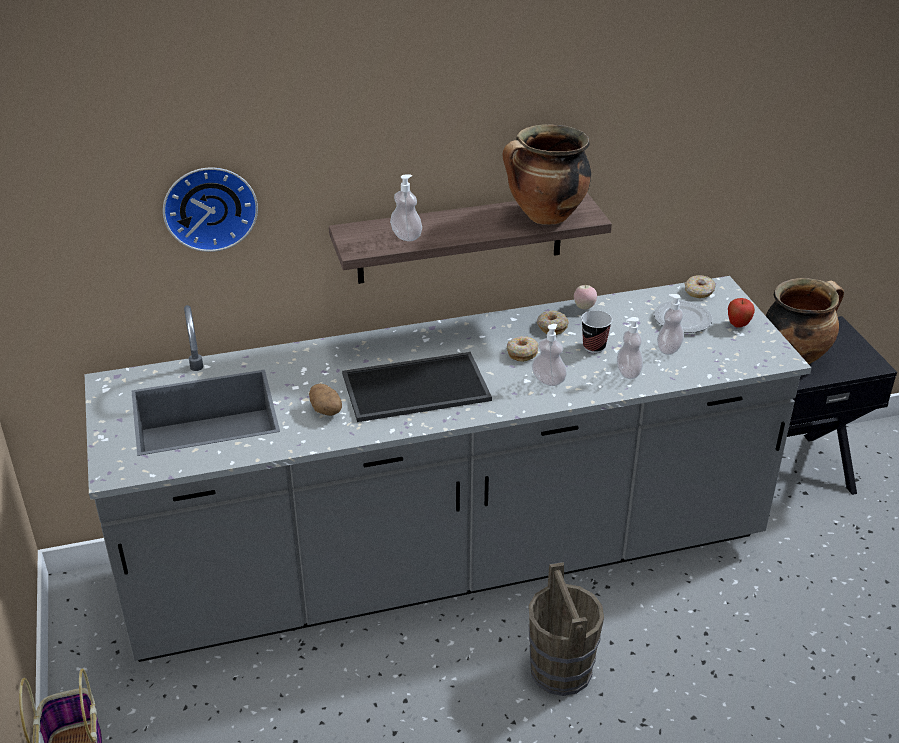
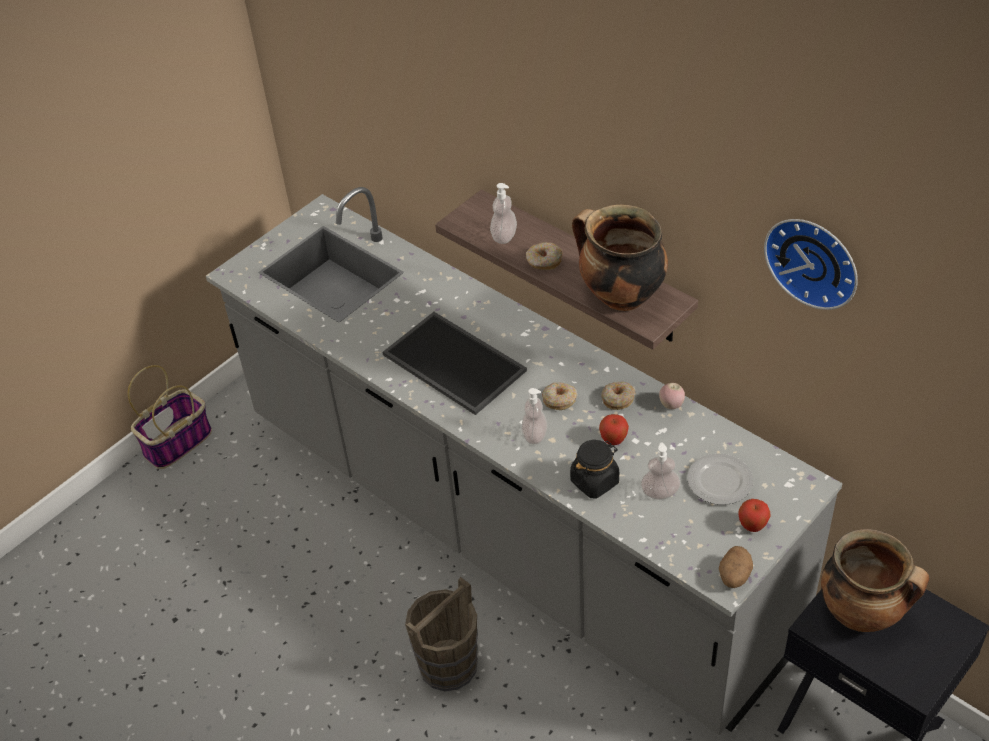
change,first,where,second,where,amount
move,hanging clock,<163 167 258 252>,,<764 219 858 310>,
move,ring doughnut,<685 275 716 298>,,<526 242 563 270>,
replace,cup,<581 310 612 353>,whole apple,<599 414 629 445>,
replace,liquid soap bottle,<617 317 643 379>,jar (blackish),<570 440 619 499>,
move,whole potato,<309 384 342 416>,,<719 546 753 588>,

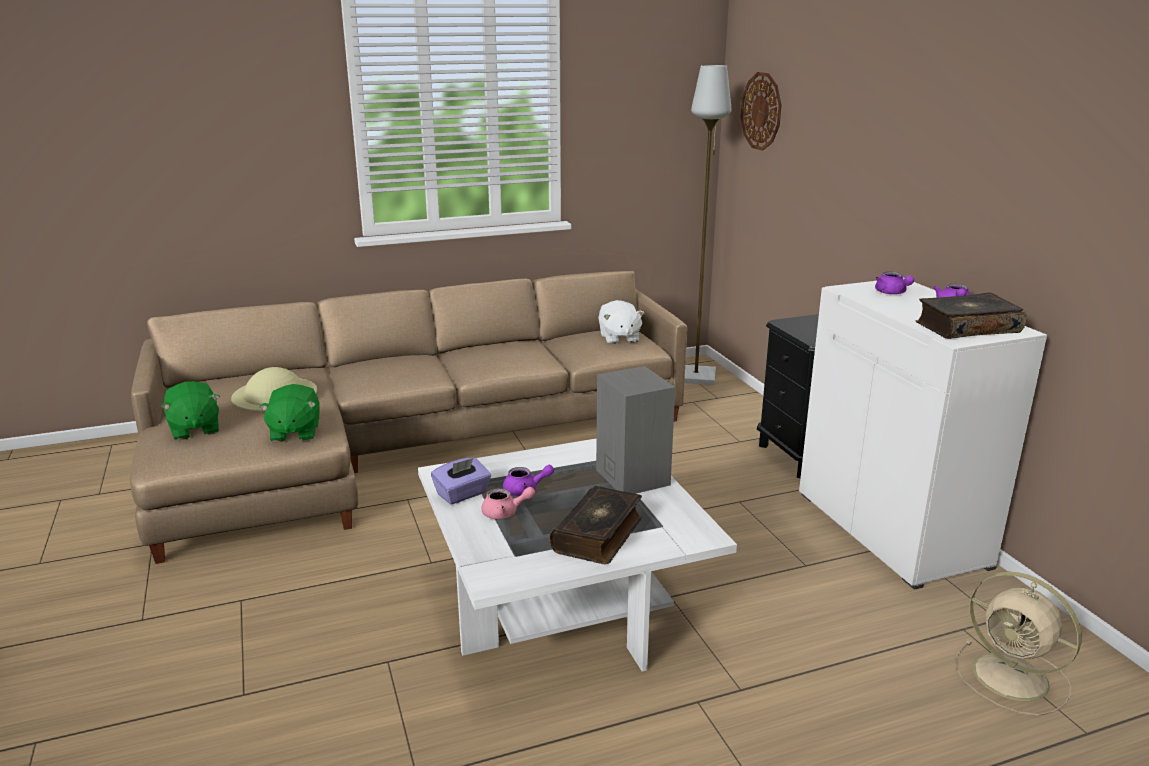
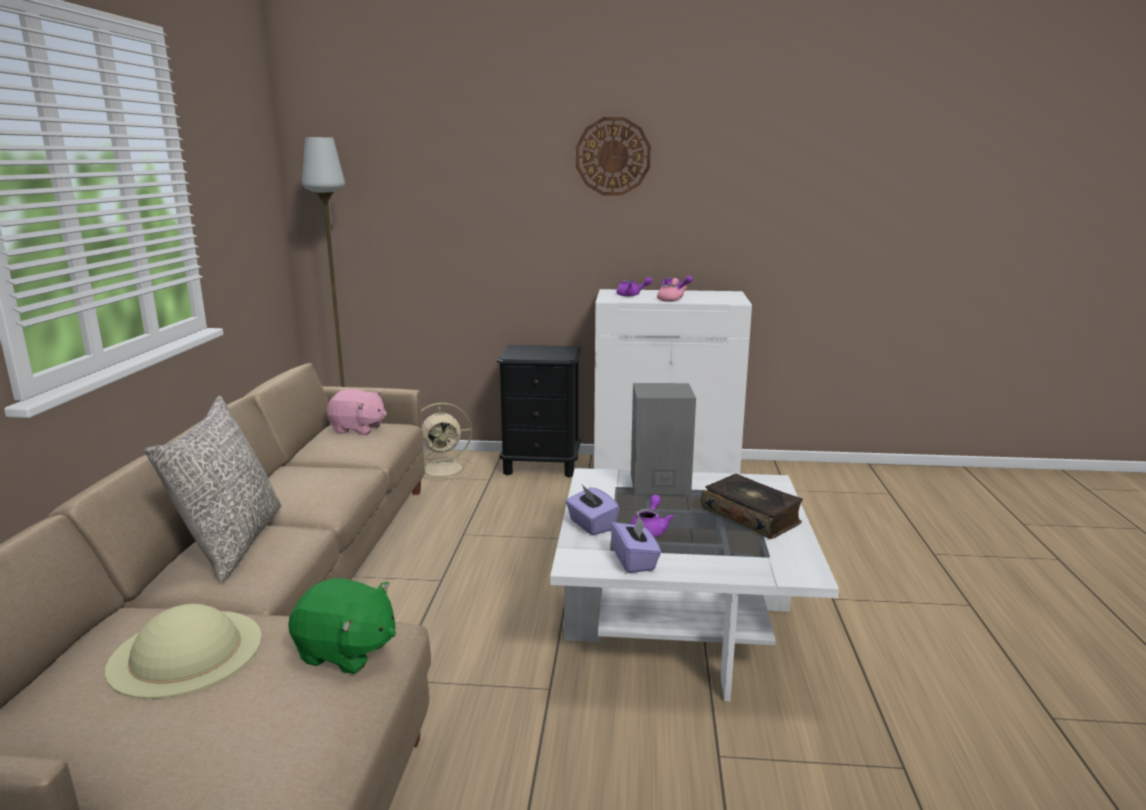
change,first,where,second,where,amount
move,hanging clock,<740 72 781 151>,,<576 117 651 195>,
delete,book,<916 292 1027 339>,,,
recolor,cuddly toy (whitish),<598 300 644 344>,cuddly toy (pink),<327 389 387 435>,
delete,cuddly toy (greenish),<161 381 220 440>,,,
move,pot for tea (pink),<481 487 535 519>,,<657 278 687 301>,
move,electric fan (beige-coloured),<955 572 1081 716>,,<421 403 474 481>,
insert,,,pillow (gray),<144 396 281 582>,
insert,,,tissue box (purple-coloured),<565 485 620 535>,

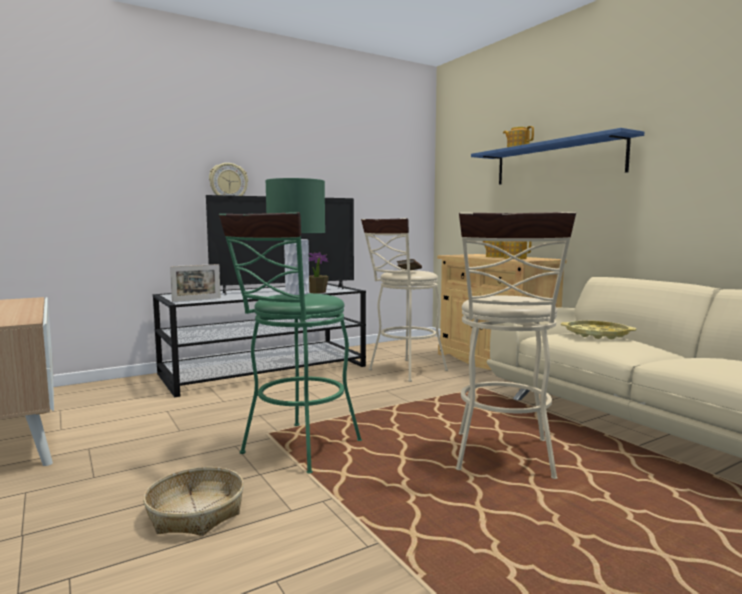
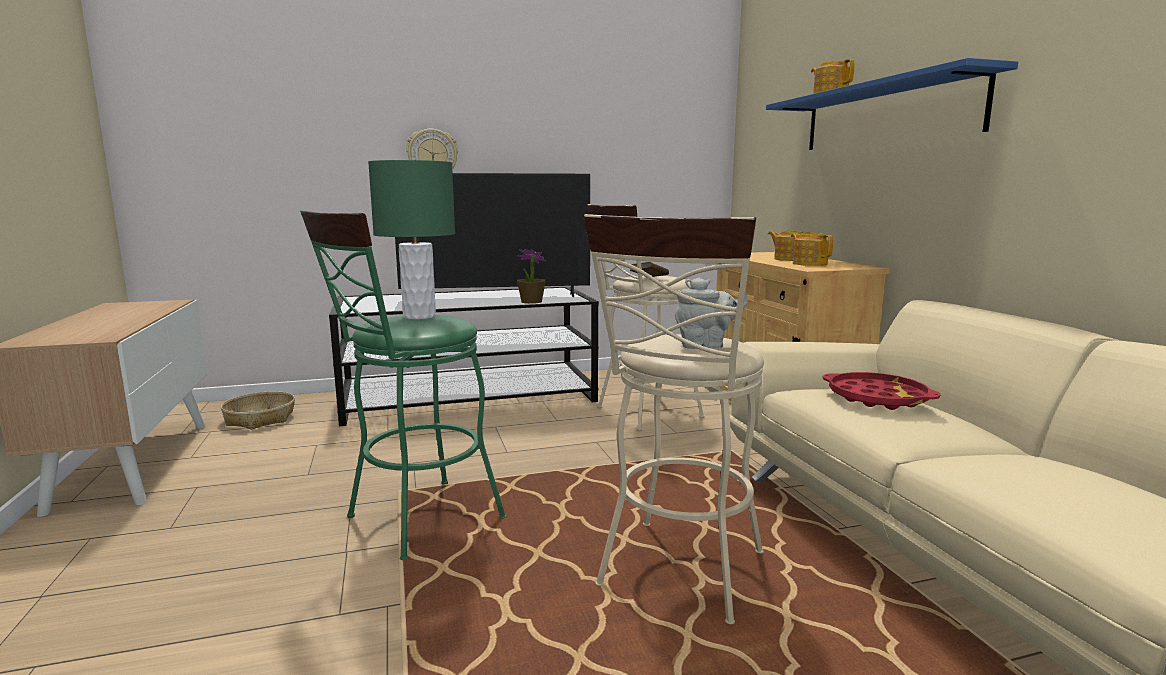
change,first,where,second,where,amount
delete,standing frame,<170 264 221 302>,,,
recolor,carrying tray (yellow-coloured),<561 321 636 339>,carrying tray (reddish),<822 372 941 410>,
move,basket,<143 467 244 536>,,<221 391 295 430>,
insert,,,pot for tea (gray),<675 277 748 349>,

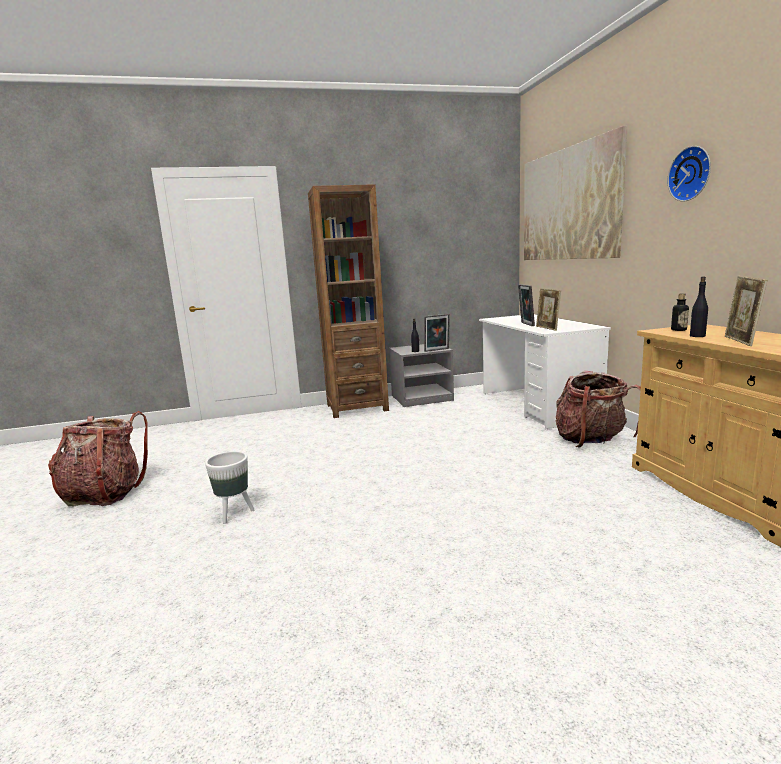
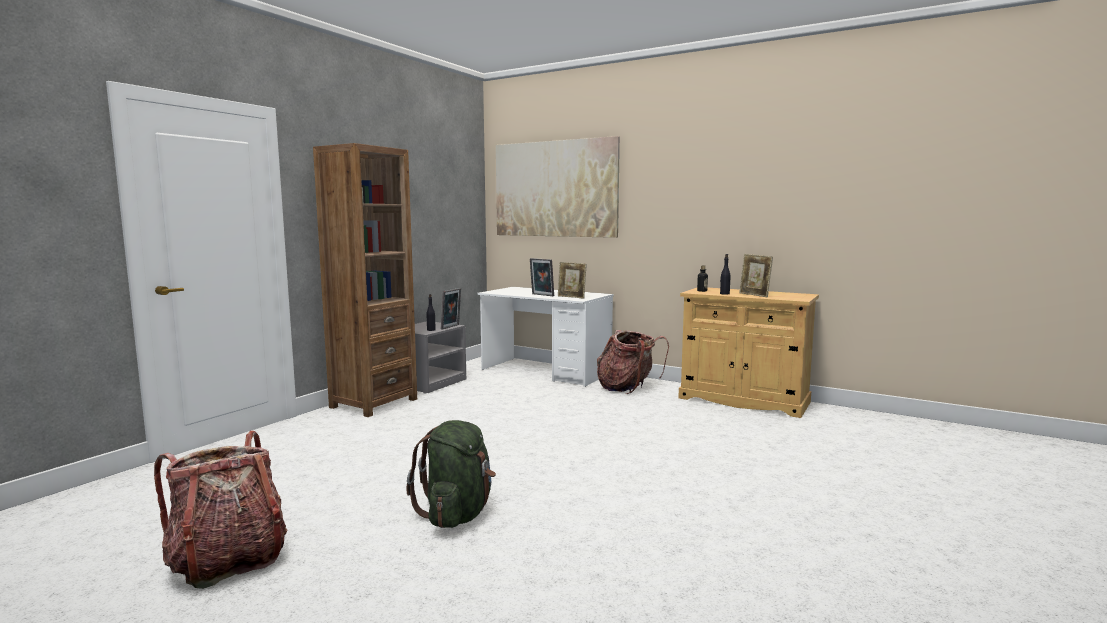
change,first,where,second,where,amount
delete,hanging clock,<668 146 711 202>,,,
replace,plant pot (whitish),<205 451 254 524>,knapsack (greenish),<406 420 496 528>,

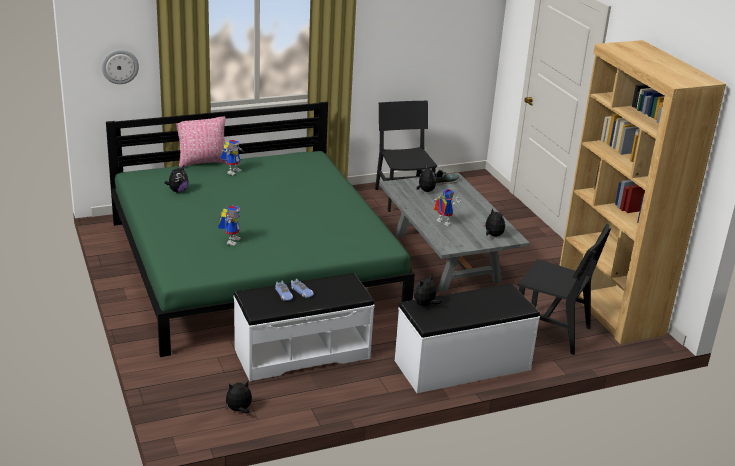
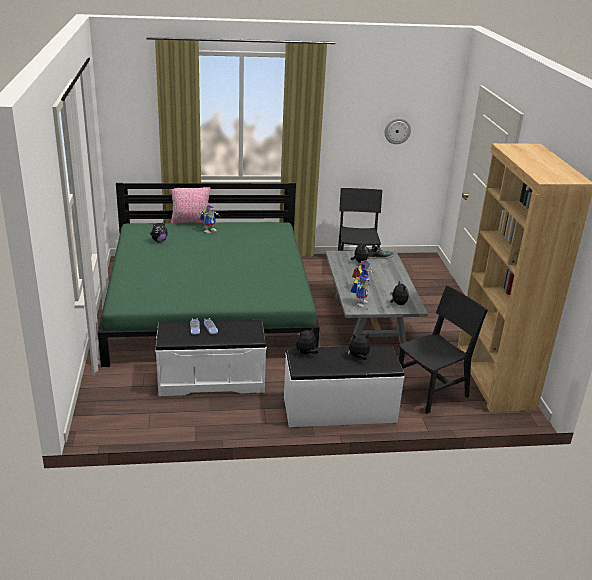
change,first,where,second,where,amount
move,hanging clock,<102 50 139 84>,,<385 118 411 144>,
move,model robot,<218 206 241 246>,,<351 275 370 307>,
rotate,chair (blackish),<517 224 611 355>,,<399 286 488 414>,75 degrees counterclockwise
move,cuddly toy,<225 381 252 413>,,<348 333 370 360>,

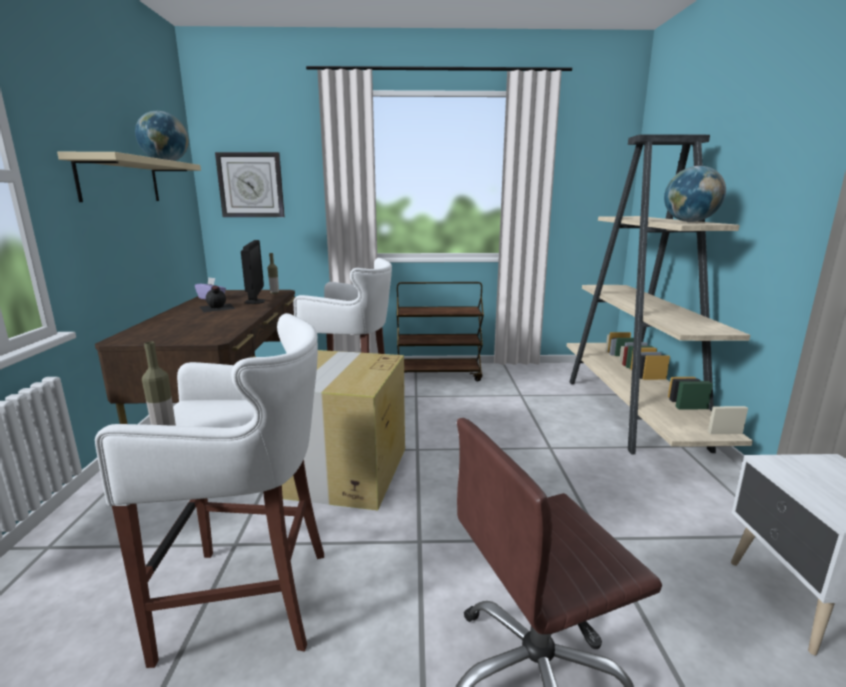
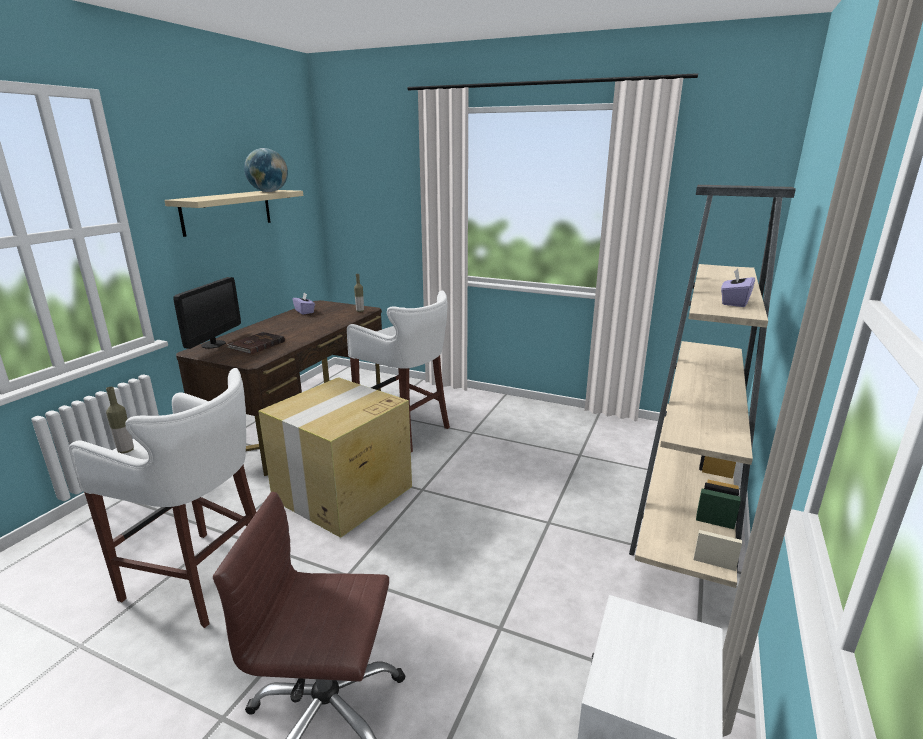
change,first,where,second,where,amount
delete,hanging clock,<215 152 285 217>,,,
replace,world globe,<664 166 726 222>,tissue box (purple-coloured),<721 268 755 307>,
move,monitor,<241 240 265 304>,,<173 277 241 349>,
delete,trolley (brown-coloured),<397 282 484 381>,,,
delete,drink bottle (blackish),<200 286 235 312>,,,
insert,,,book (brown-coloured),<227 332 285 354>,

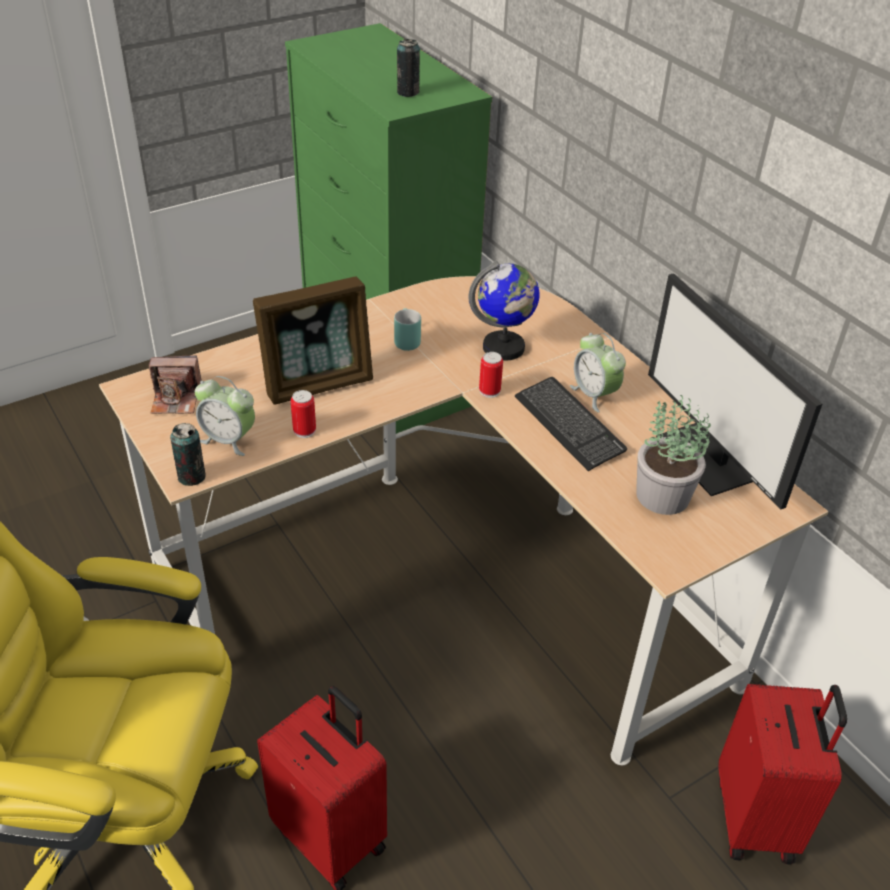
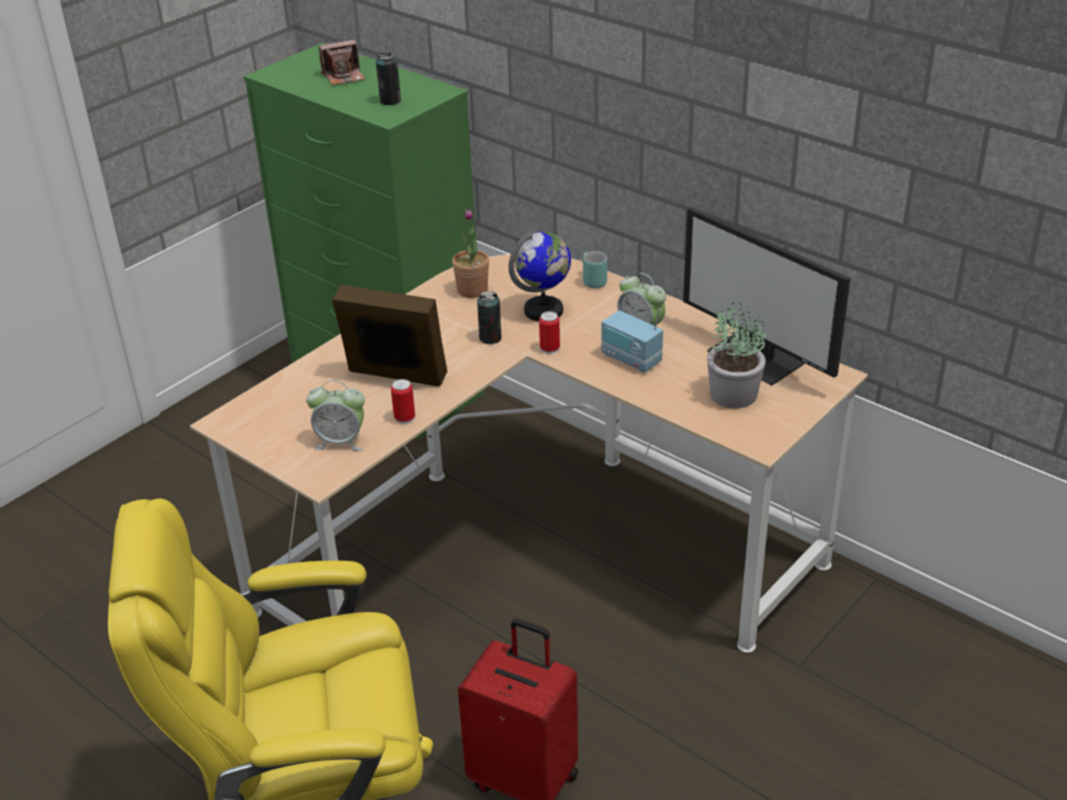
change,first,where,second,where,amount
rotate,standing frame,<253 277 373 405>,,<332 285 447 387>,120 degrees counterclockwise
move,coffee mug (turquoise-coloured),<394 308 421 351>,,<582 251 607 288>,
move,still camera,<149 355 202 414>,,<319 39 365 85>,
replace,computer keyboard,<515 377 627 471>,radio,<602 308 663 372>,
move,sealed can,<170 423 206 486>,,<477 291 502 344>,
delete,suitcase (reddish),<718 684 847 864>,,,
insert,,,potted plant,<452 209 489 298>,

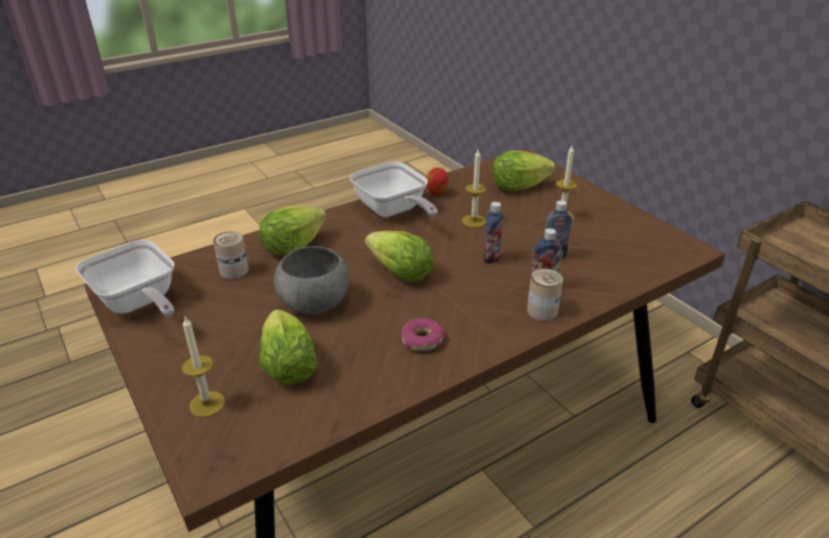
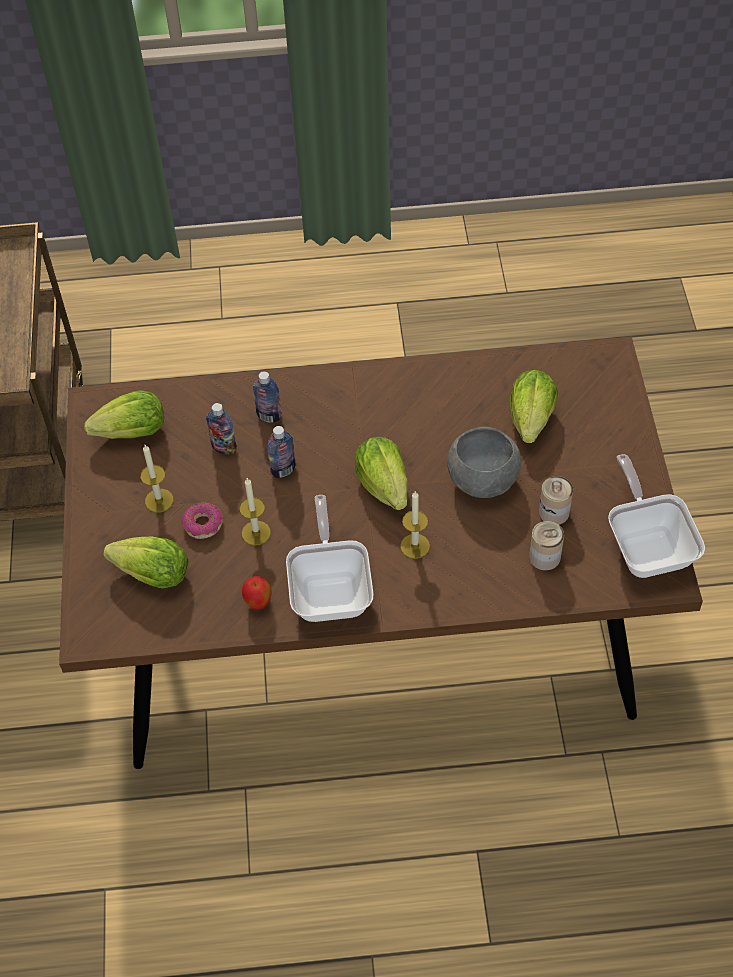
change,first,where,second,where,amount
move,lettuce,<259 205 327 255>,,<84 390 164 439>,
move,sealed can,<527 269 563 321>,,<539 476 573 525>,
move,candle,<181 317 225 417>,,<400 491 430 559>,
move,ring doughnut,<401 318 444 351>,,<181 503 223 539>,

